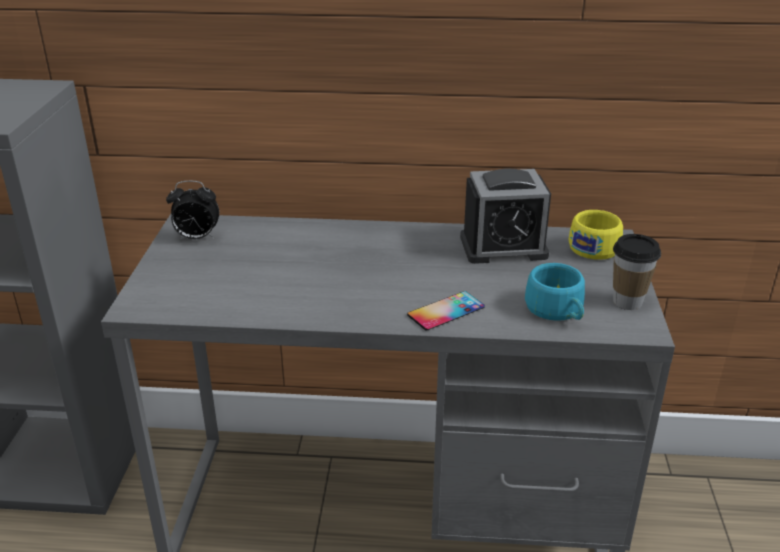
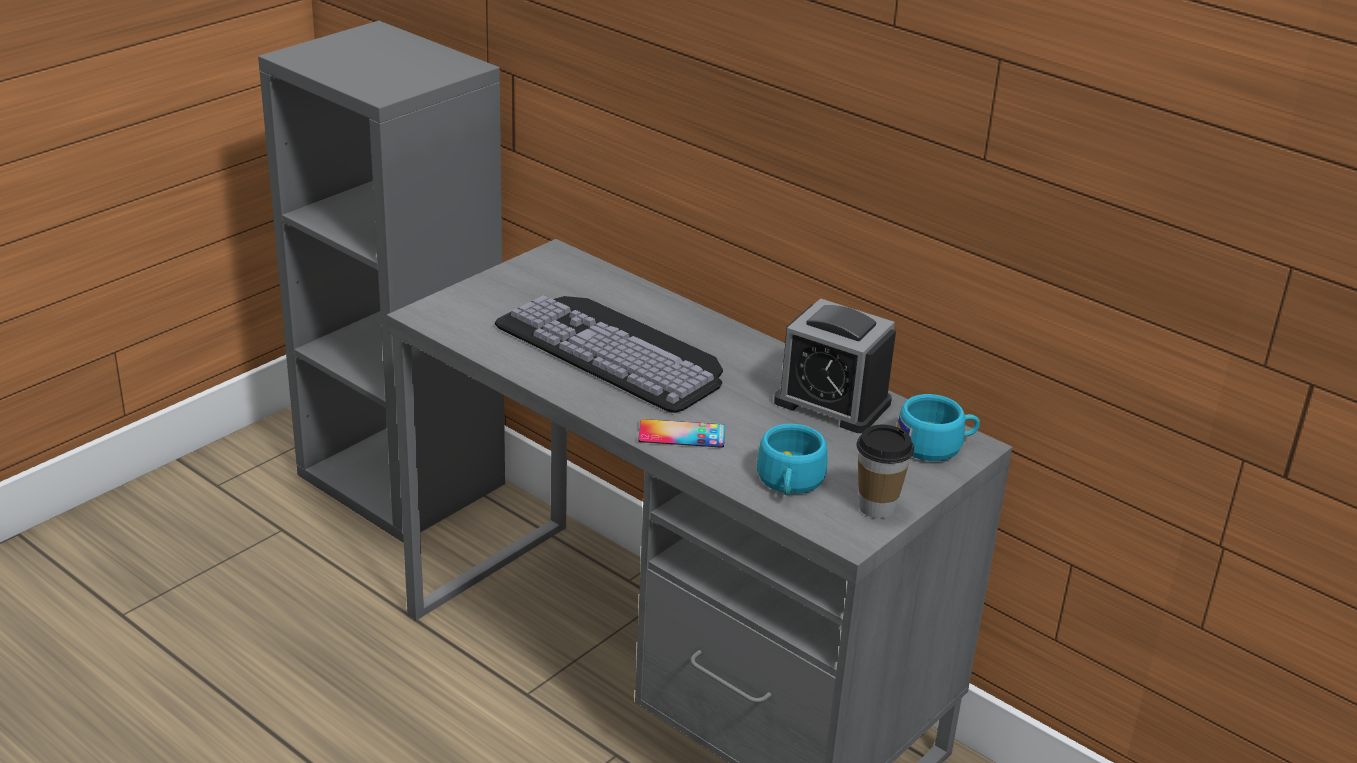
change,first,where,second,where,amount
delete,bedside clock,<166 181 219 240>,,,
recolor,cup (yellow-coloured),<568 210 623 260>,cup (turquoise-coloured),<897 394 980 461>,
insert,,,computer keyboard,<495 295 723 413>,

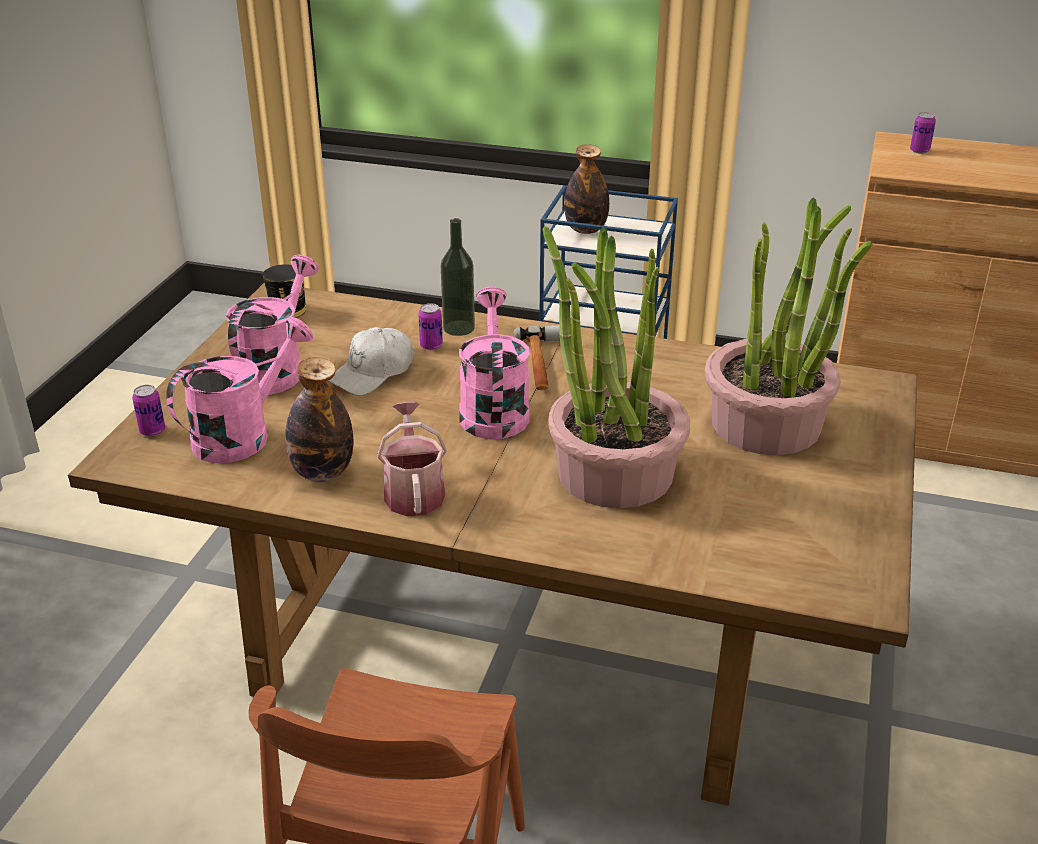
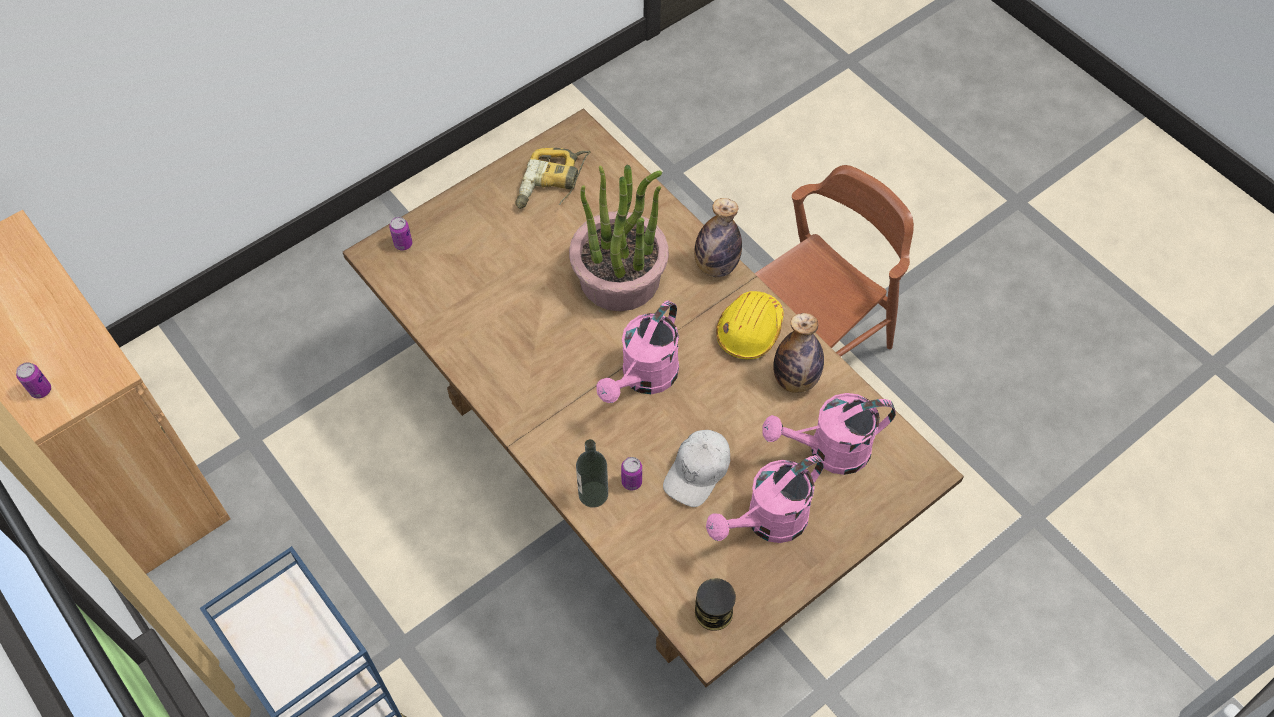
change,first,where,second,where,amount
move,drink bottle,<564 144 609 234>,,<694 198 742 277>,
delete,potted plant,<705 198 873 455>,,,
delete,hand hammer,<513 325 560 390>,,,
rotate,peaked cap (whitish),<329 327 413 396>,,<663 430 730 507>,135 degrees clockwise
move,sealed can,<132 385 165 437>,,<389 217 412 251>,
replace,watering can,<377 402 447 517>,work helmet (yellow-coloured),<716 291 784 359>,
insert,,,power drill,<515 148 591 209>,

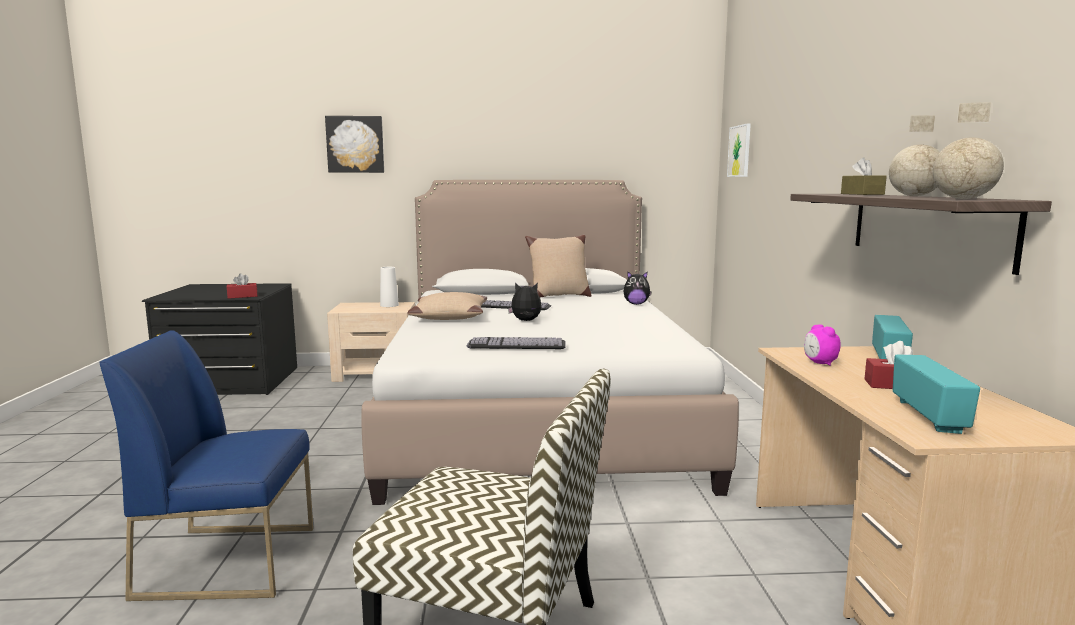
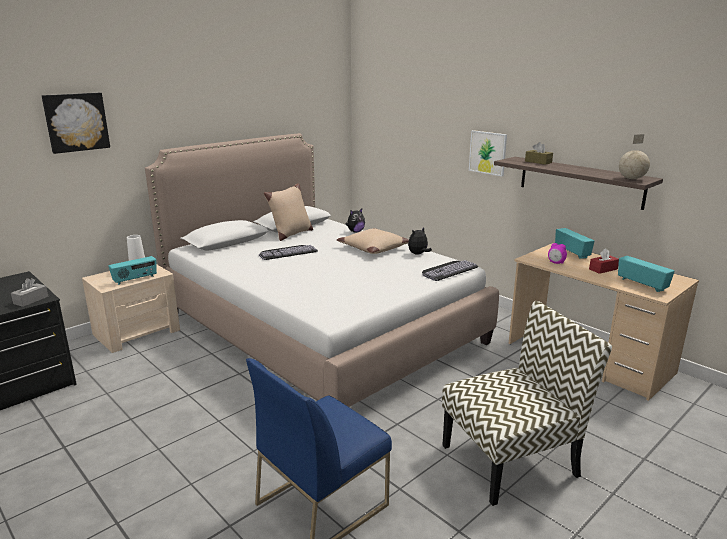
change,first,where,second,where,amount
delete,world globe,<889 115 940 196>,,,
move,wall art,<727 123 751 177>,,<469 130 507 176>,
recolor,tissue box (reddish),<227 273 257 299>,tissue box (gray),<11 278 48 307>,
move,cuddly toy,<508 283 542 321>,,<408 227 432 254>,
move,pillow (beige-coloured),<408 292 487 320>,,<337 228 409 254>,
move,computer keyboard,<467 337 566 349>,,<422 260 478 281>,
insert,,,radio,<108 256 157 285>,

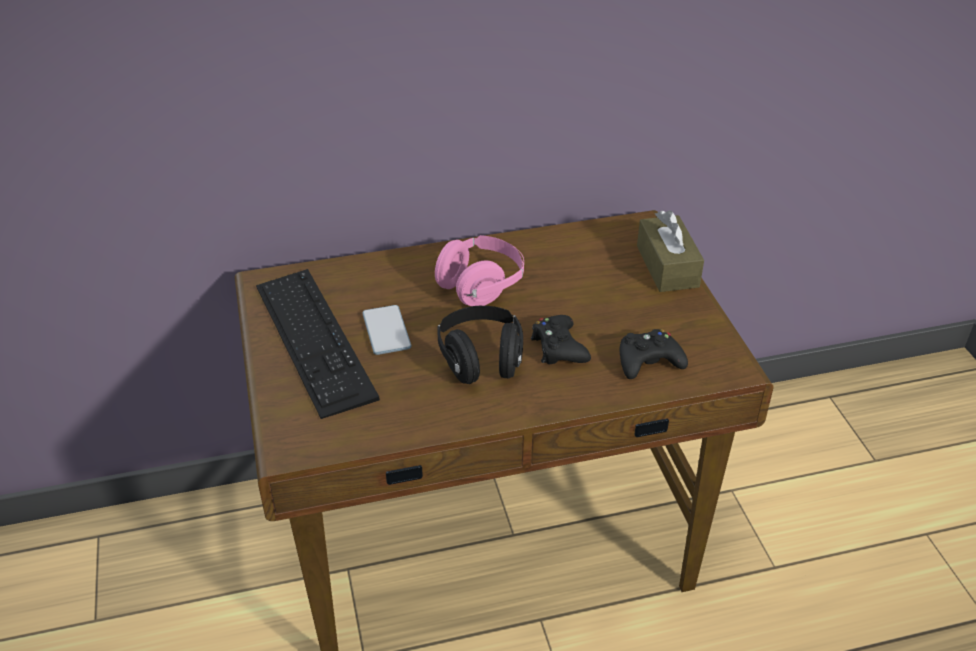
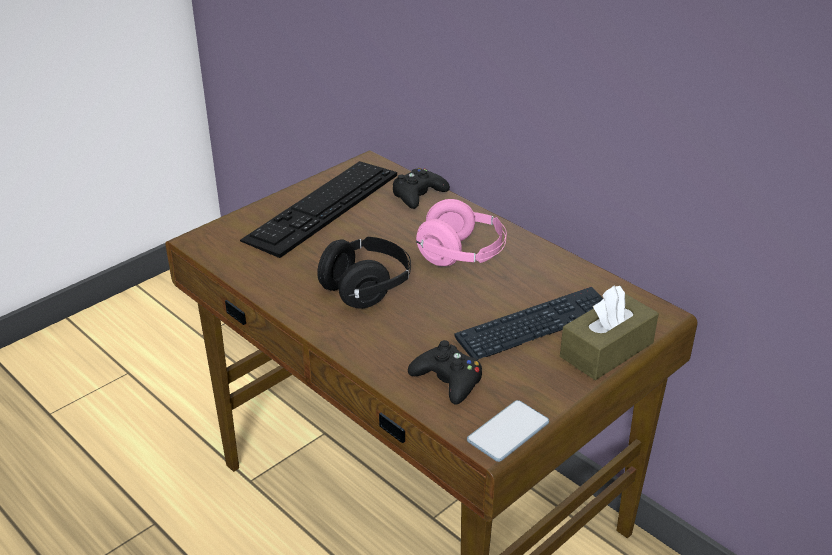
change,first,where,second,where,amount
move,telephone,<362 305 411 355>,,<467 400 549 462>,
move,joypad (blackish),<531 315 591 364>,,<393 168 450 209>,
insert,,,computer keyboard,<454 287 603 360>,

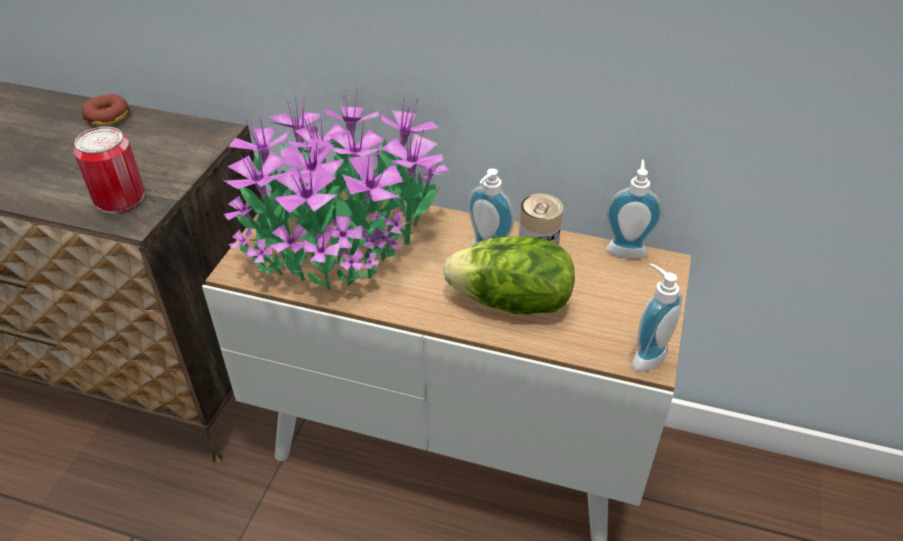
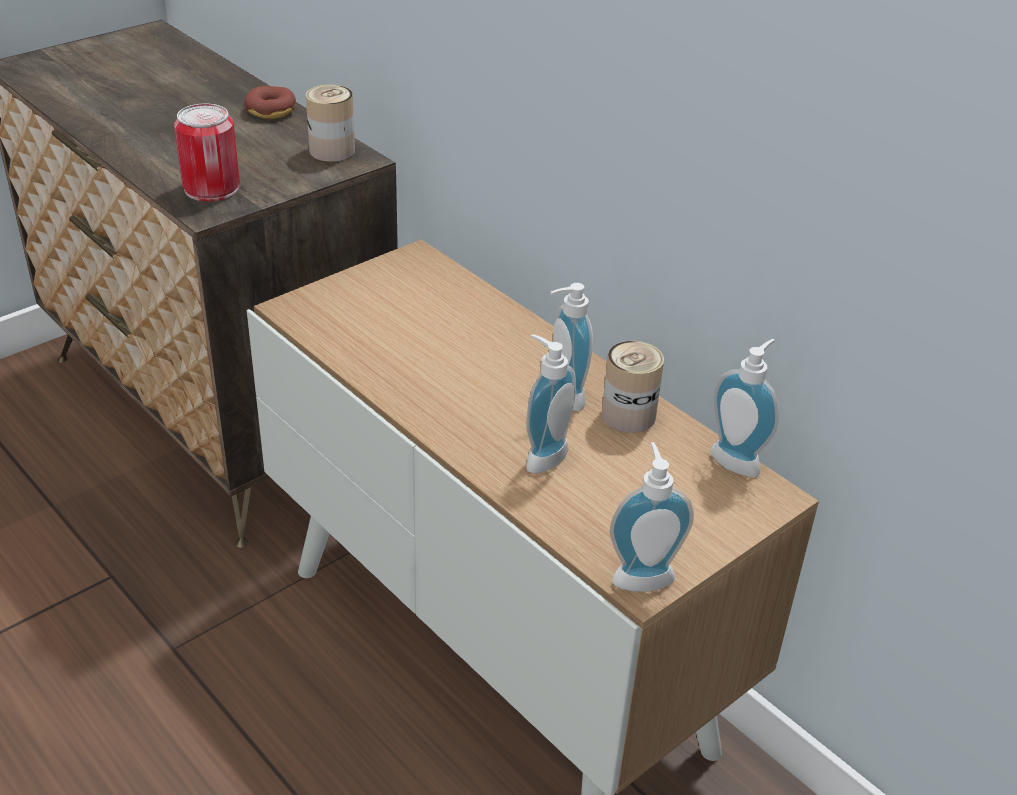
change,first,where,second,where,amount
delete,potted plant,<224 90 449 290>,,,
replace,lettuce,<443 237 575 314>,liquid soap bottle,<526 334 576 473>,
insert,,,sealed can,<306 85 355 162>,

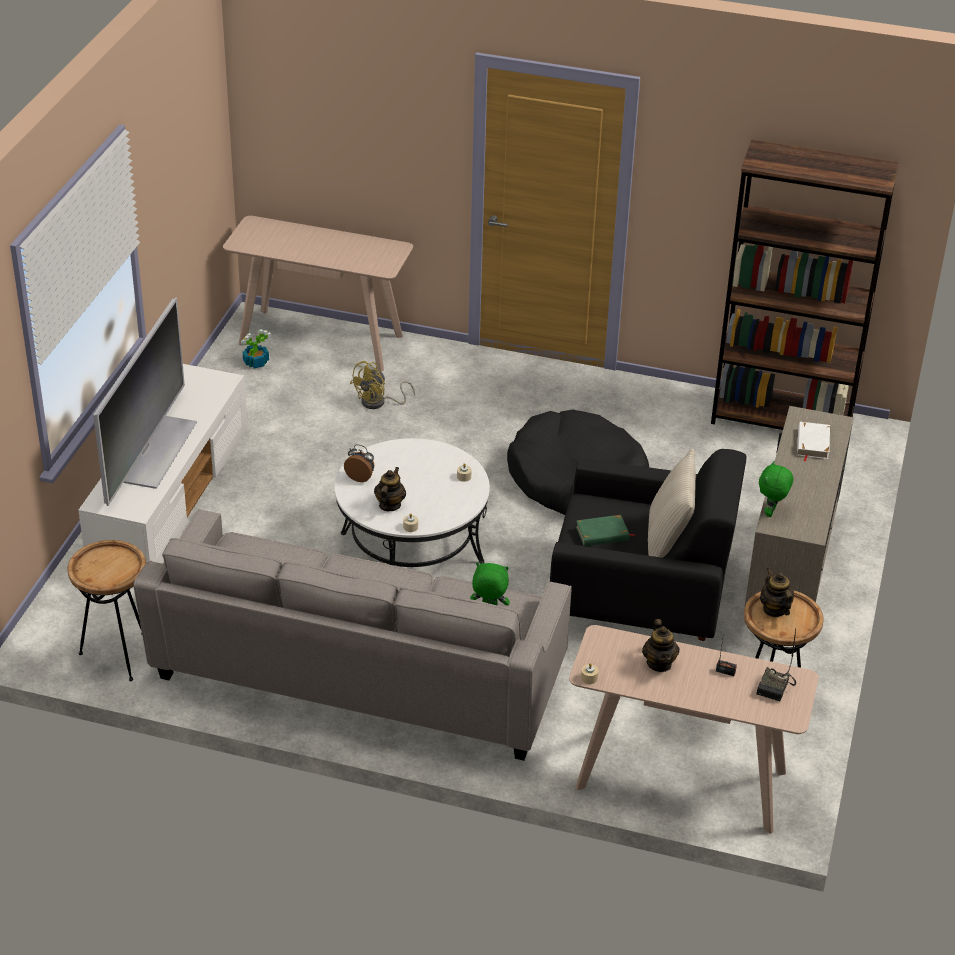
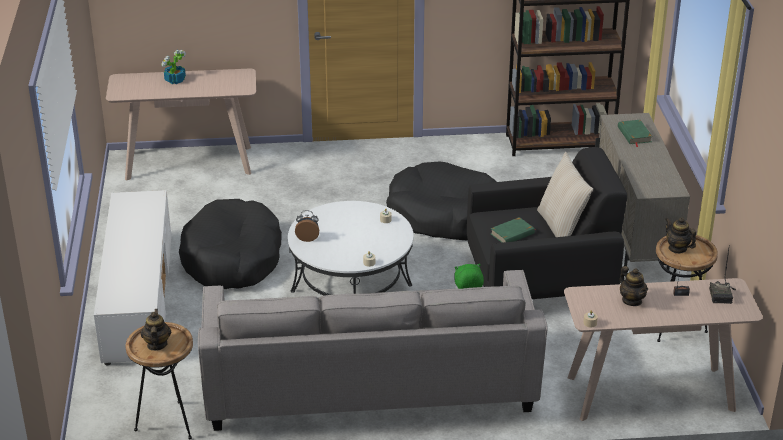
change,first,where,second,where,amount
delete,television,<93 297 197 506>,,,
move,potted plant,<241 329 271 369>,,<161 50 186 84>,
delete,electric fan (yellow-coloured),<350 361 415 409>,,,
recolor,book (whitish),<797 422 830 462>,book (greenish),<618 120 653 147>,
delete,cuddly toy (greenish),<759 461 794 517>,,,
move,pot for tea,<374 467 406 511>,,<141 309 171 351>,
insert,,,pet bed (blackish),<179 199 282 289>,

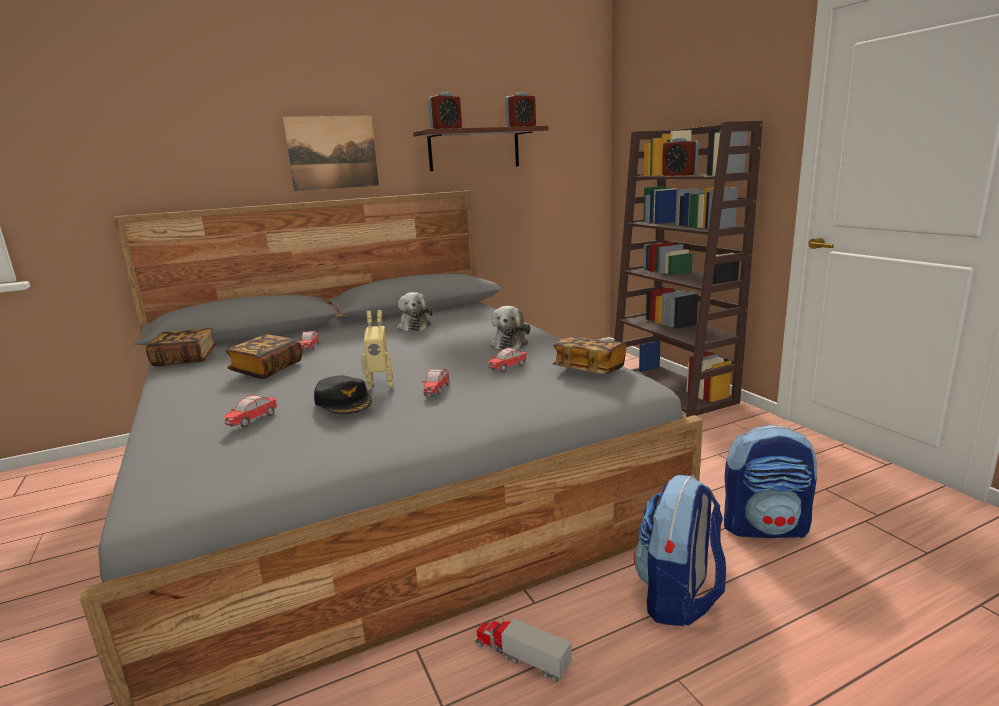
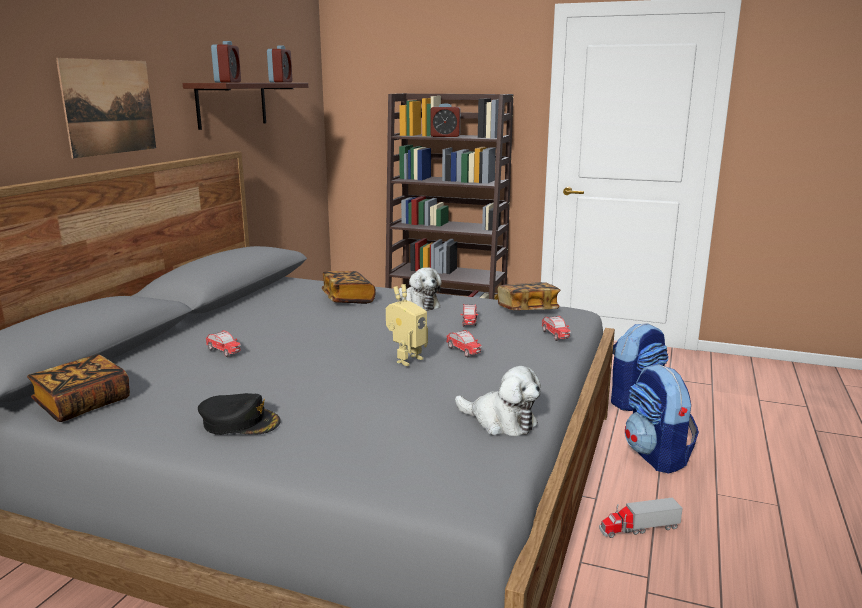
change,first,where,second,where,amount
move,cuddly toy,<397 292 433 332>,,<455 366 541 436>,
move,book,<225 334 302 379>,,<322 271 376 304>,
move,peaked cap (blackish),<314 375 372 414>,,<198 393 281 435>,
move,model car,<223 395 277 427>,,<542 316 571 341>,

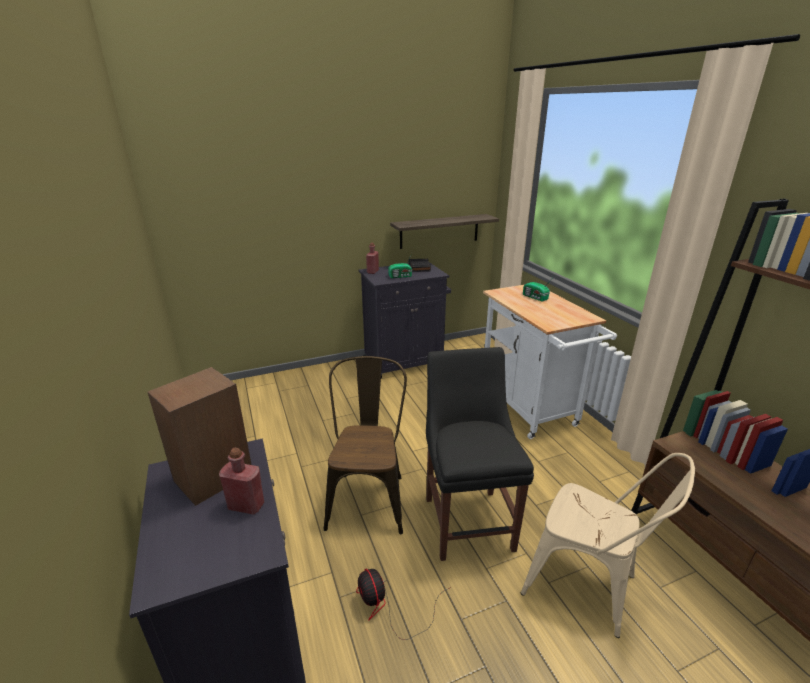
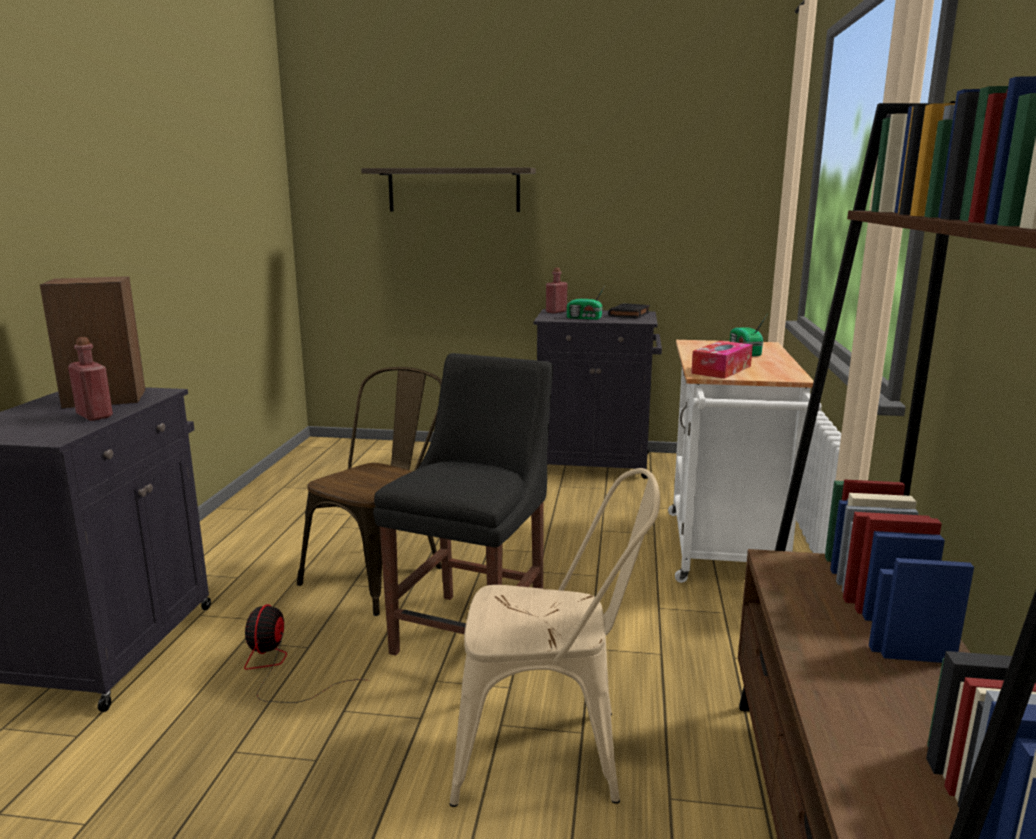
change,first,where,second,where,amount
move,bracket shelf,<390 214 499 249>,,<361 168 536 212>,
rotate,chair (beige-coloured),<521 453 695 638>,,<450 468 660 807>,60 degrees counterclockwise
insert,,,tissue box,<691 341 753 379>,

